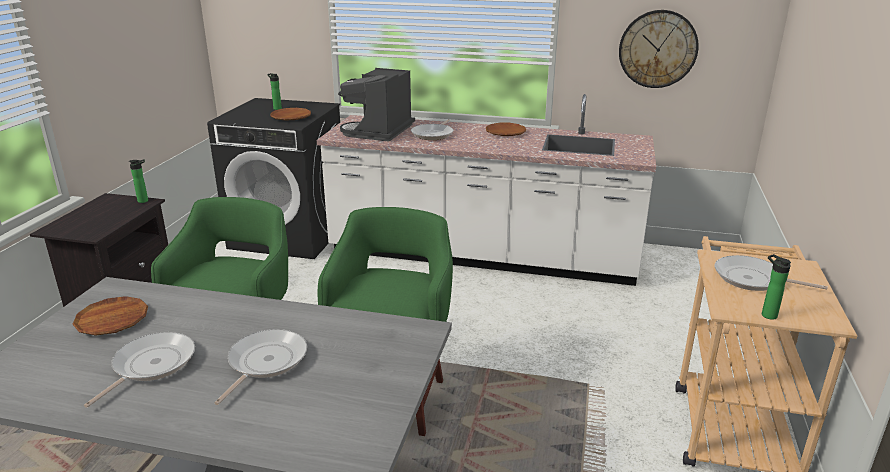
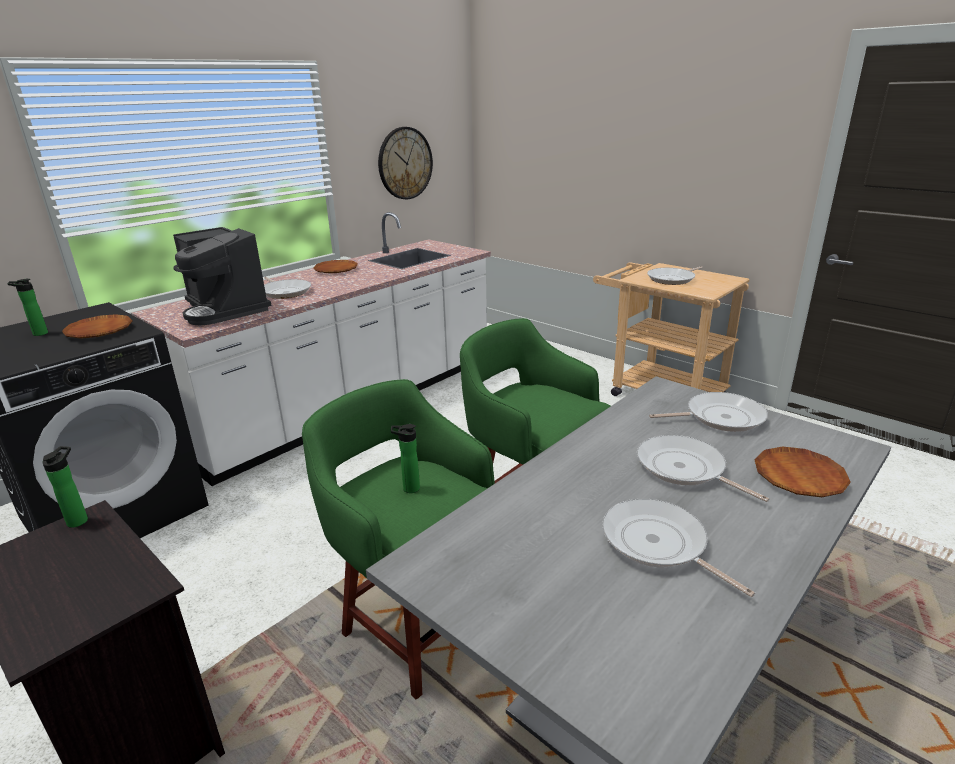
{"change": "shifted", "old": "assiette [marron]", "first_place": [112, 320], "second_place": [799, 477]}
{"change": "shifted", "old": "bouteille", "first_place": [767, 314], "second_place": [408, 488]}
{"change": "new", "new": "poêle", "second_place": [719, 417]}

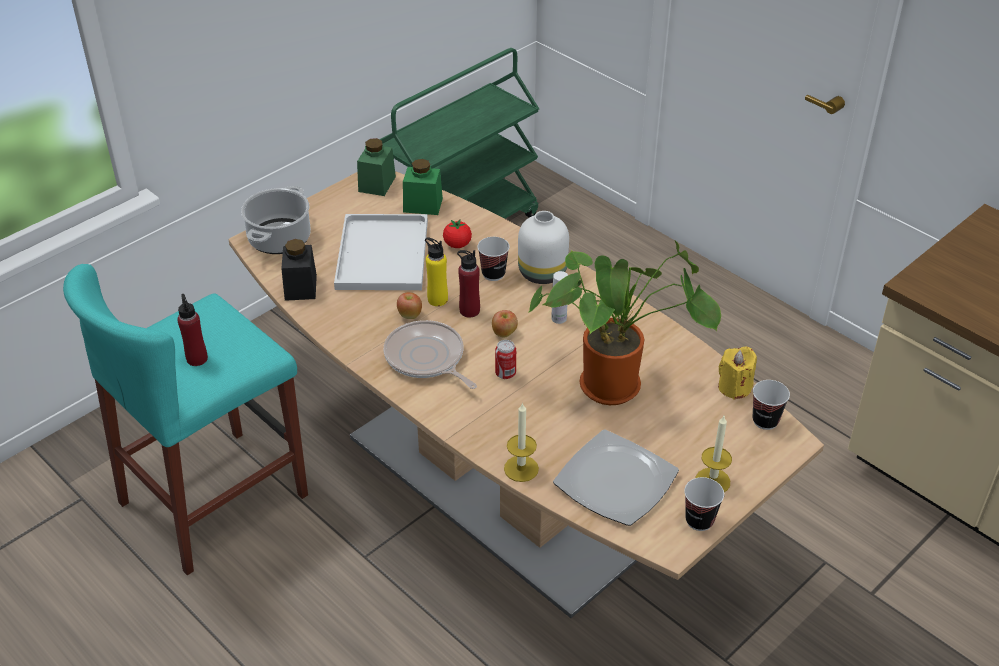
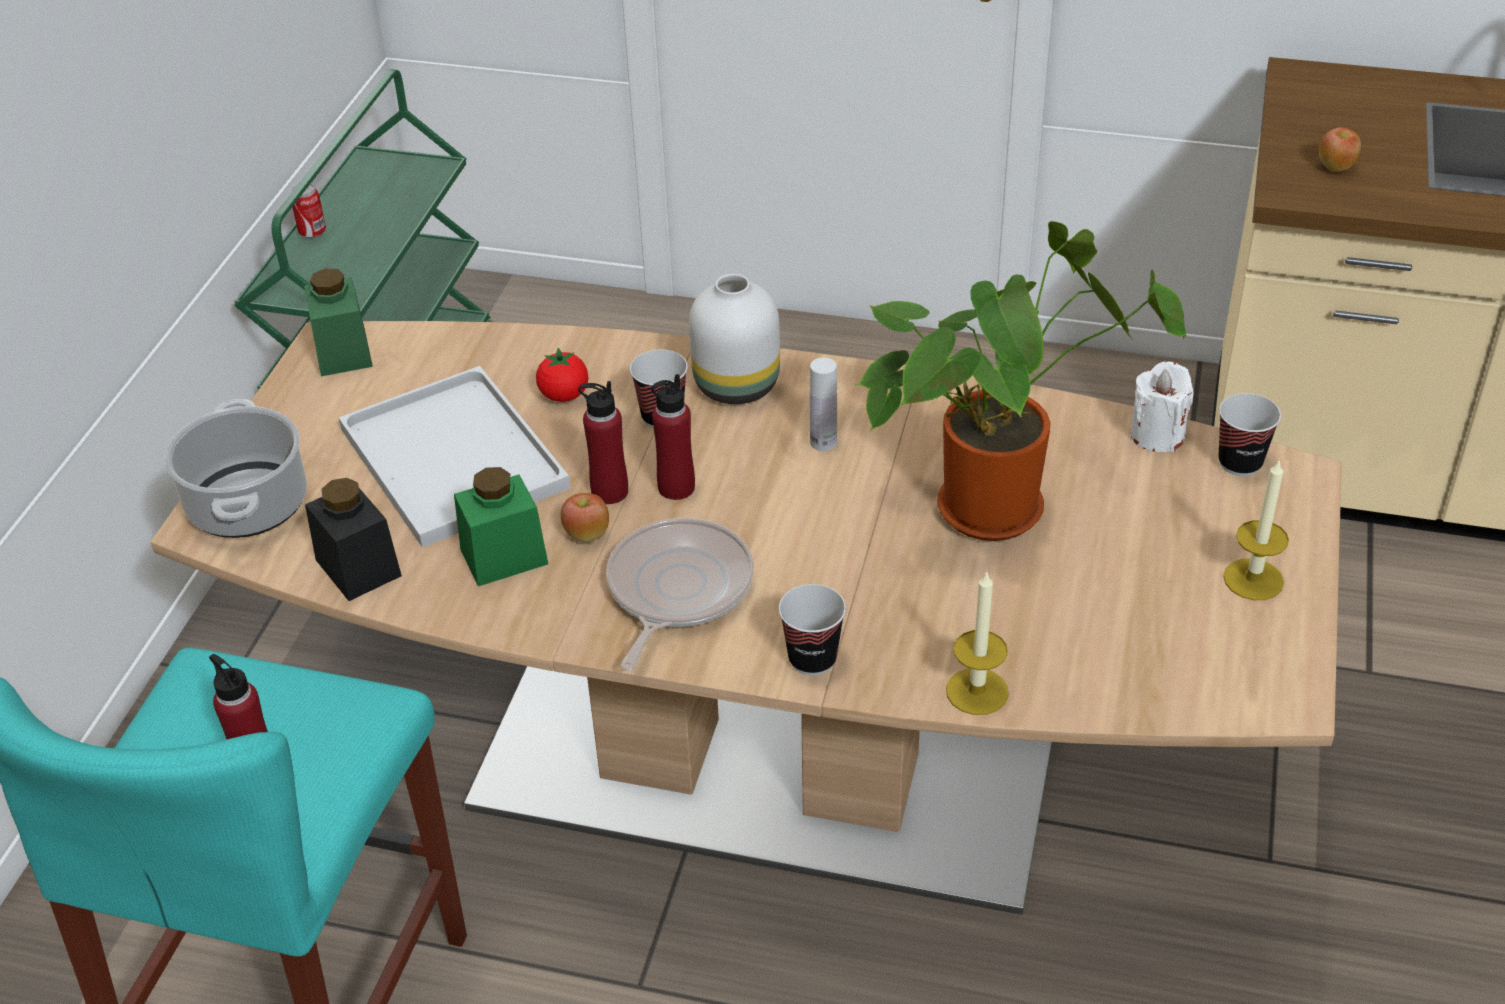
{"change": "rotated", "old": "poêle", "first_place": [426, 358], "second_place": [676, 590], "degrees": 90}
{"change": "shifted", "old": "bocal [vert]", "first_place": [423, 205], "second_place": [504, 557]}
{"change": "repainted", "old": "bouteille [jaune]", "new": "bouteille [rouge]", "first_place": [437, 299], "second_place": [609, 492]}
{"change": "shifted", "old": "pomme", "first_place": [504, 333], "second_place": [1336, 167]}
{"change": "shifted", "old": "boîte métallique", "first_place": [505, 374], "second_place": [312, 232]}
{"change": "gone", "old": "assiette", "first_place": [615, 480]}
{"change": "shifted", "old": "tasse", "first_place": [699, 520], "second_place": [812, 659]}
{"change": "repainted", "old": "bougie [jaune]", "new": "bougie [blanc]", "first_place": [734, 387], "second_place": [1157, 435]}

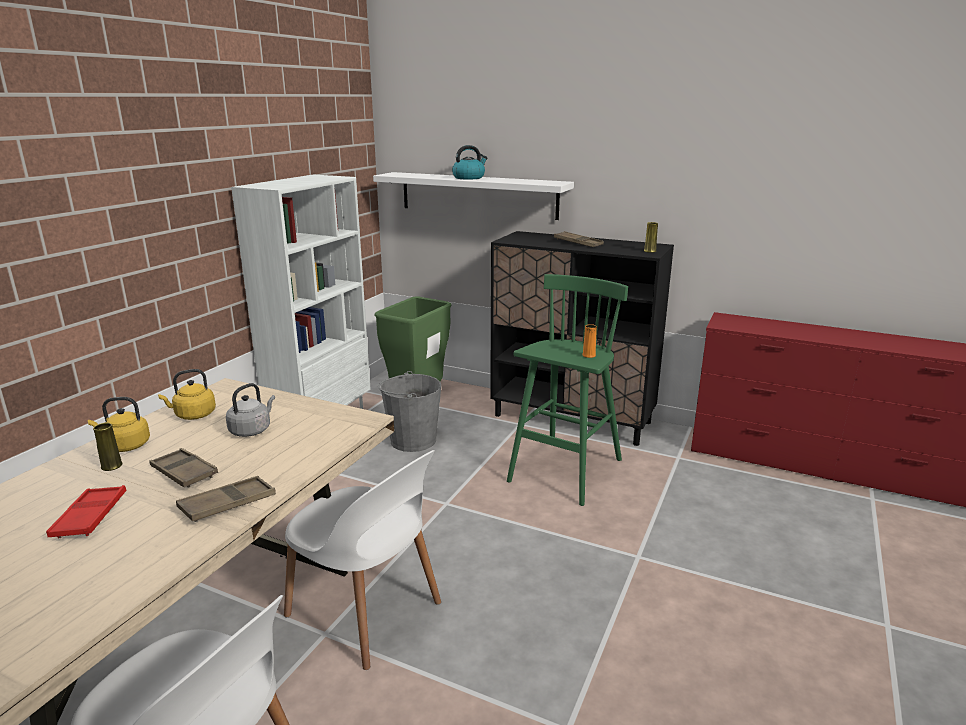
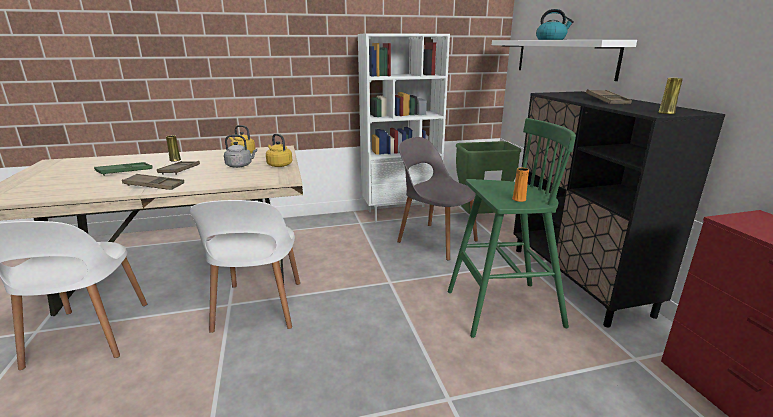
{"change": "repainted", "old": "plateau [rouge]", "new": "plateau [vert]", "first_place": [90, 516], "second_place": [125, 172]}
{"change": "shifted", "old": "bouilloire [jaune]", "first_place": [125, 446], "second_place": [279, 165]}
{"change": "swapped", "old": "seau [gris]", "new": "chaise [gris]", "first_place": [412, 440], "second_place": [435, 240]}

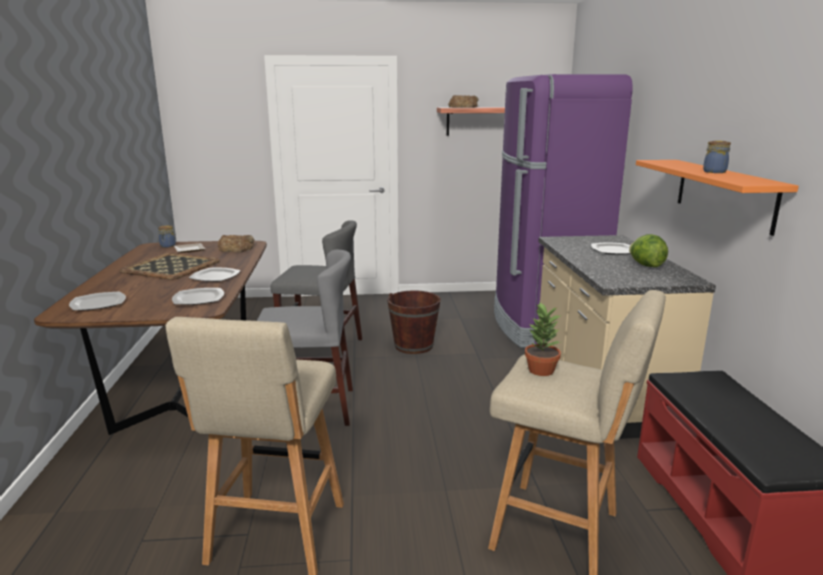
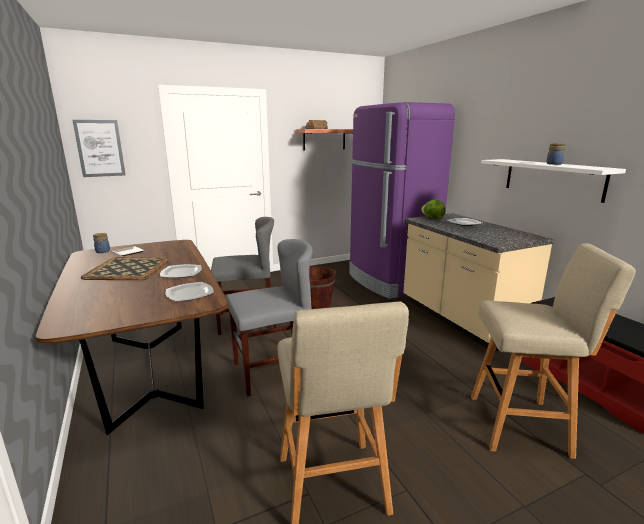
{"change": "gone", "old": "assiette", "first_place": [97, 303]}
{"change": "gone", "old": "pain", "first_place": [236, 248]}
{"change": "gone", "old": "plante en pot", "first_place": [540, 370]}
{"change": "shifted", "old": "laitue", "first_place": [646, 265], "second_place": [432, 218]}
{"change": "repainted", "old": "étagère [orange]", "new": "étagère [blanc]", "first_place": [724, 194], "second_place": [552, 179]}
{"change": "new", "new": "tableau", "second_place": [100, 148]}

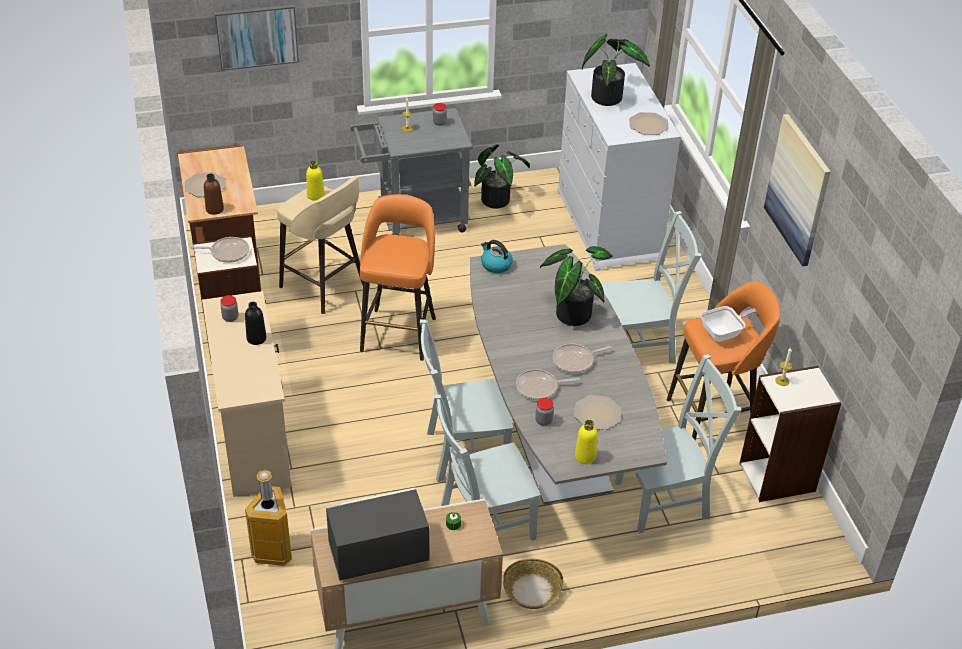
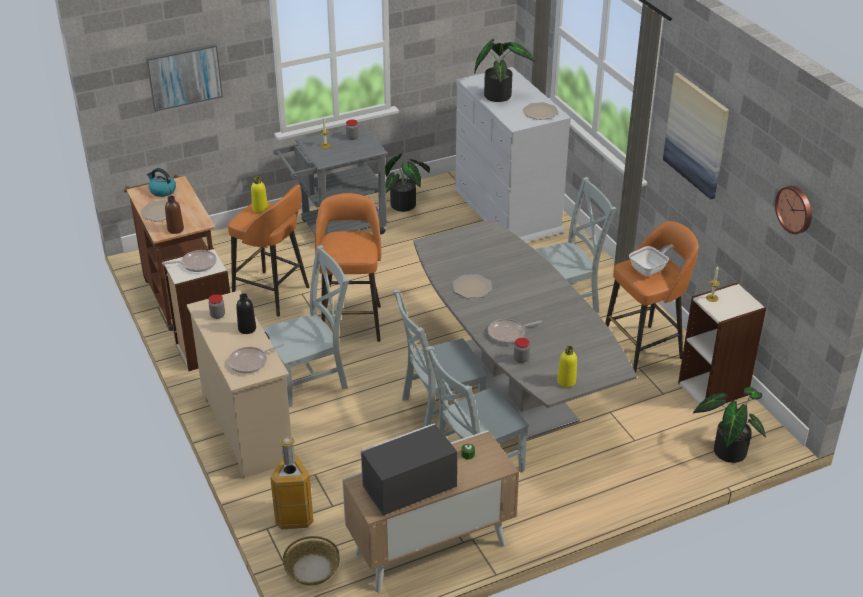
{"change": "repainted", "old": "tabouret [beige]", "new": "tabouret [orange]", "first_place": [324, 287], "second_place": [273, 294]}
{"change": "shifted", "old": "bouilloire", "first_place": [495, 265], "second_place": [162, 191]}
{"change": "shifted", "old": "panier", "first_place": [532, 590], "second_place": [312, 568]}
{"change": "shifted", "old": "plante en pot", "first_place": [572, 312], "second_place": [727, 449]}
{"change": "shifted", "old": "poêle", "first_place": [575, 361], "second_place": [250, 362]}
{"change": "shifted", "old": "assiette", "first_place": [597, 413], "second_place": [472, 287]}
{"change": "shifted", "old": "chaise [gris]", "first_place": [666, 499], "second_place": [310, 379]}
{"change": "new", "new": "horloge murale", "second_place": [795, 209]}

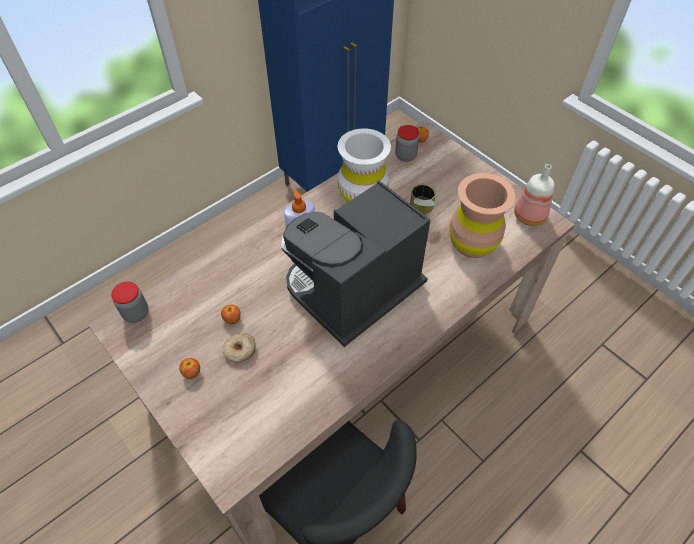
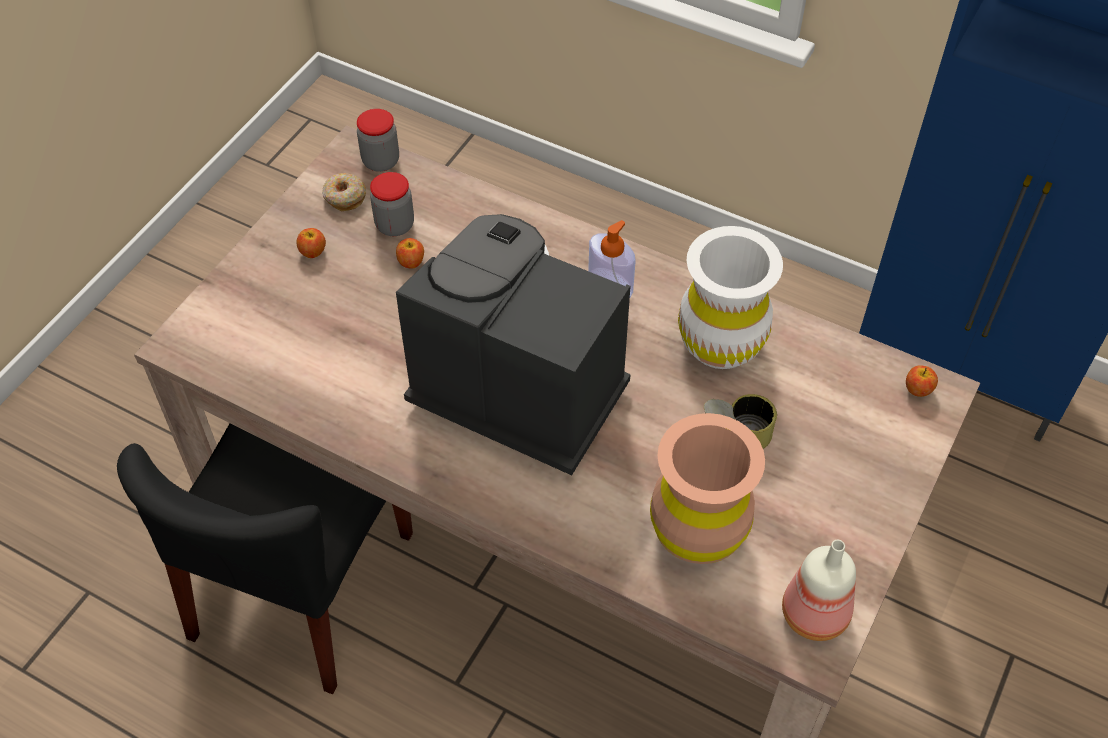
{"change": "shifted", "old": "beignet", "first_place": [240, 351], "second_place": [344, 197]}
{"change": "shifted", "old": "bocal", "first_place": [405, 156], "second_place": [395, 225]}

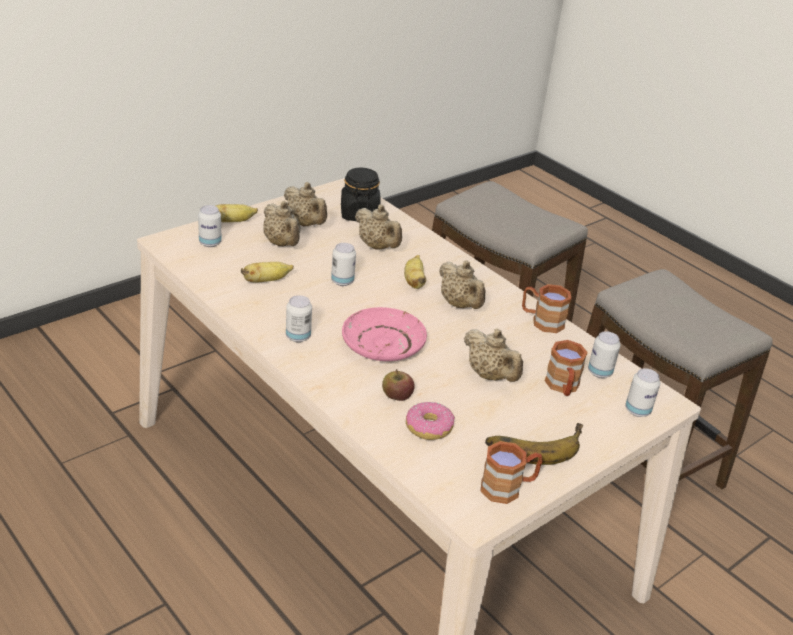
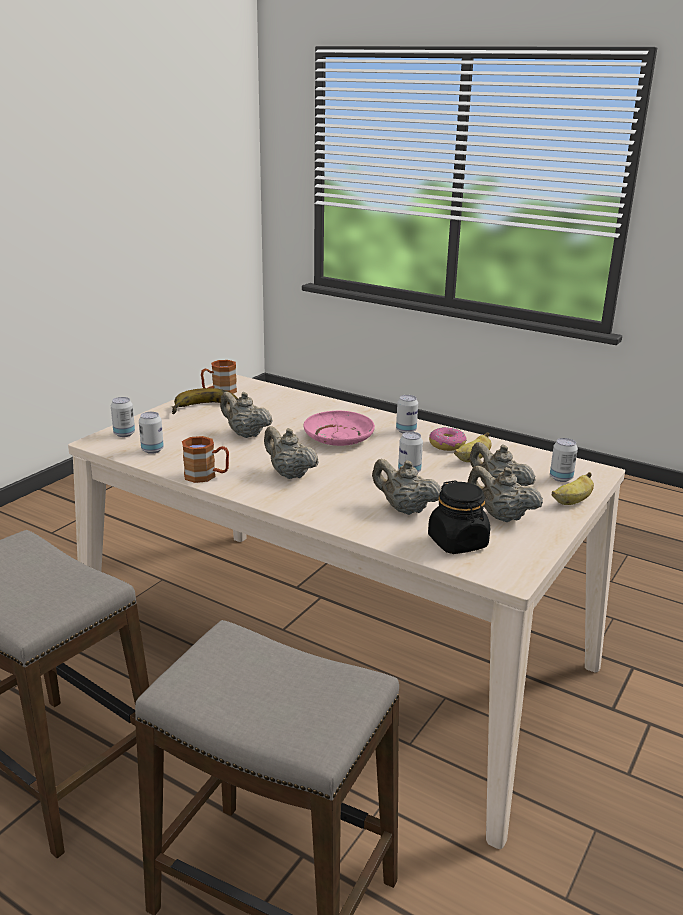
{"change": "gone", "old": "pomme", "first_place": [396, 396]}
{"change": "gone", "old": "banane", "first_place": [414, 282]}
{"change": "shifted", "old": "beignet", "first_place": [429, 427], "second_place": [447, 445]}
{"change": "gone", "old": "mug [marron]", "first_place": [563, 387]}

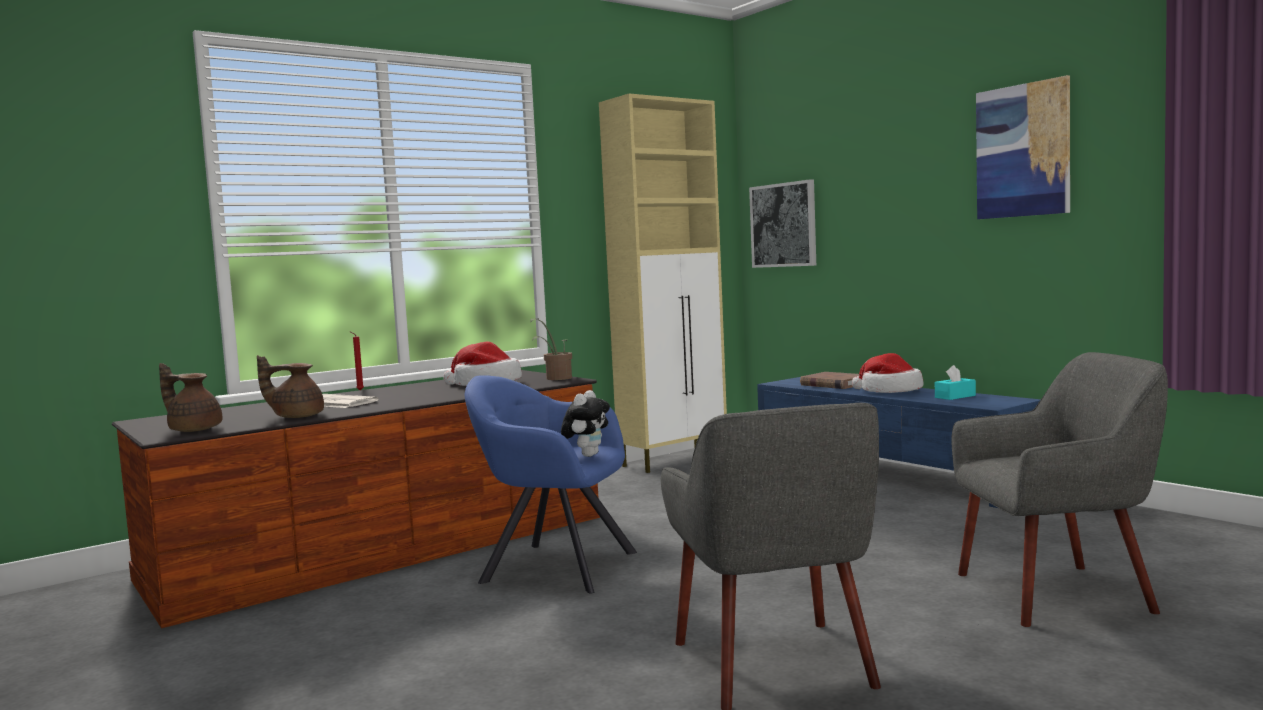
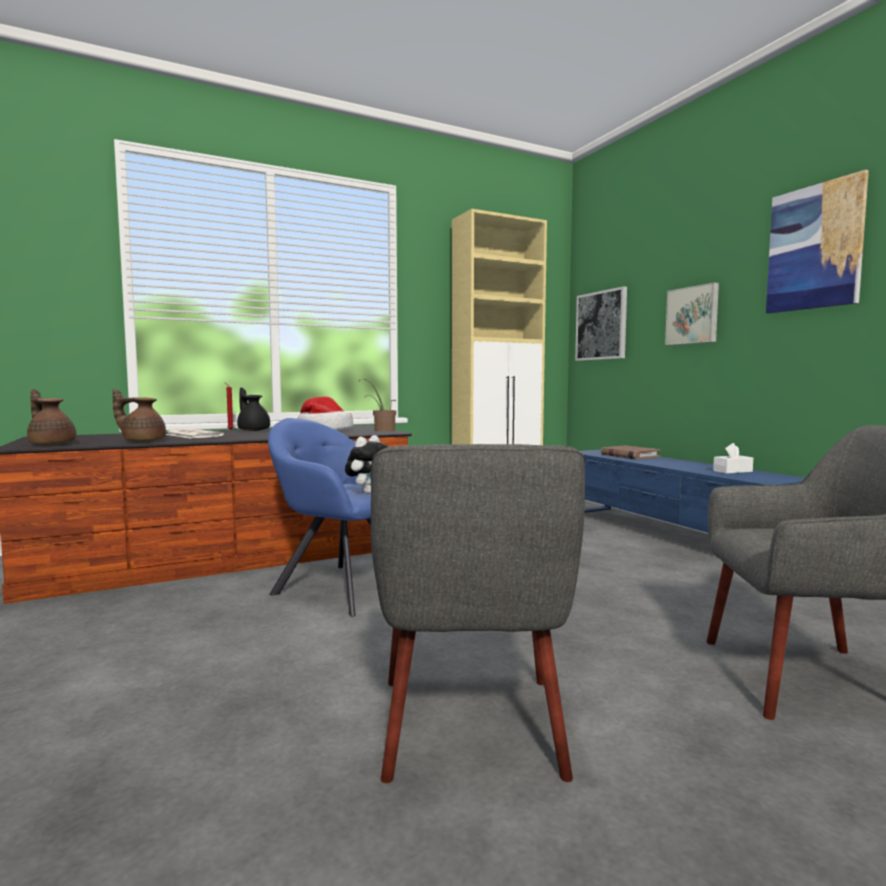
{"change": "gone", "old": "chapeau", "first_place": [889, 391]}
{"change": "repainted", "old": "boîte à mouchoirs [turquoise]", "new": "boîte à mouchoirs [blanc]", "first_place": [955, 396], "second_place": [732, 471]}
{"change": "new", "new": "théière [noir]", "second_place": [253, 430]}
{"change": "new", "new": "tableau", "second_place": [693, 315]}

